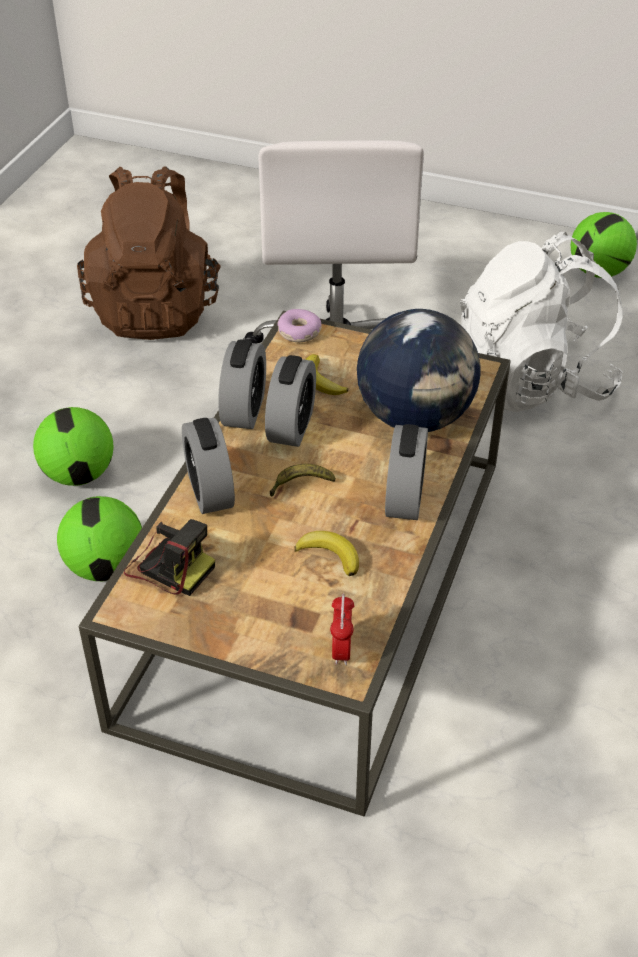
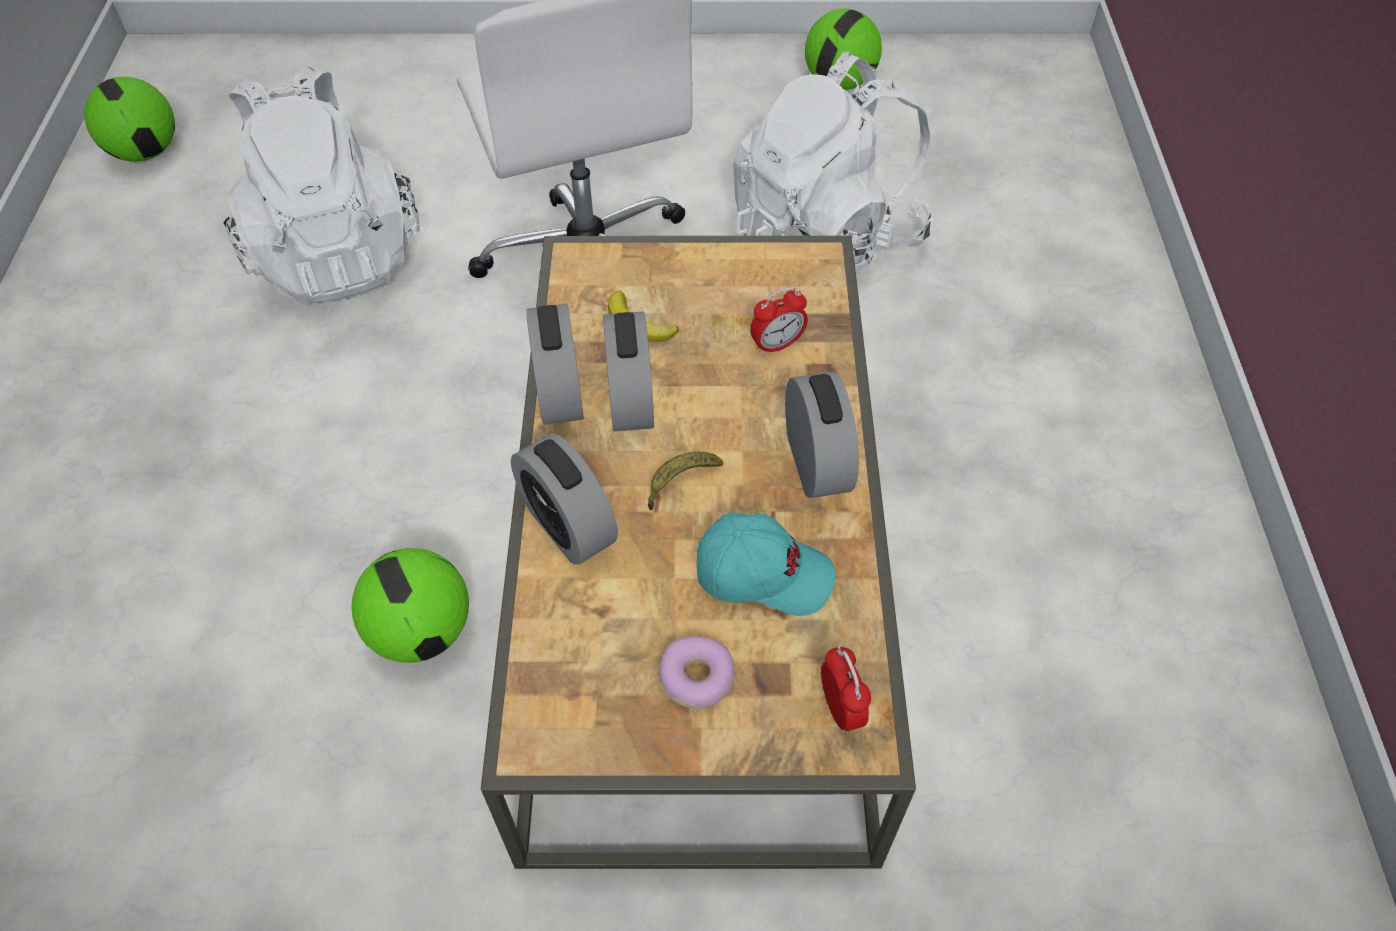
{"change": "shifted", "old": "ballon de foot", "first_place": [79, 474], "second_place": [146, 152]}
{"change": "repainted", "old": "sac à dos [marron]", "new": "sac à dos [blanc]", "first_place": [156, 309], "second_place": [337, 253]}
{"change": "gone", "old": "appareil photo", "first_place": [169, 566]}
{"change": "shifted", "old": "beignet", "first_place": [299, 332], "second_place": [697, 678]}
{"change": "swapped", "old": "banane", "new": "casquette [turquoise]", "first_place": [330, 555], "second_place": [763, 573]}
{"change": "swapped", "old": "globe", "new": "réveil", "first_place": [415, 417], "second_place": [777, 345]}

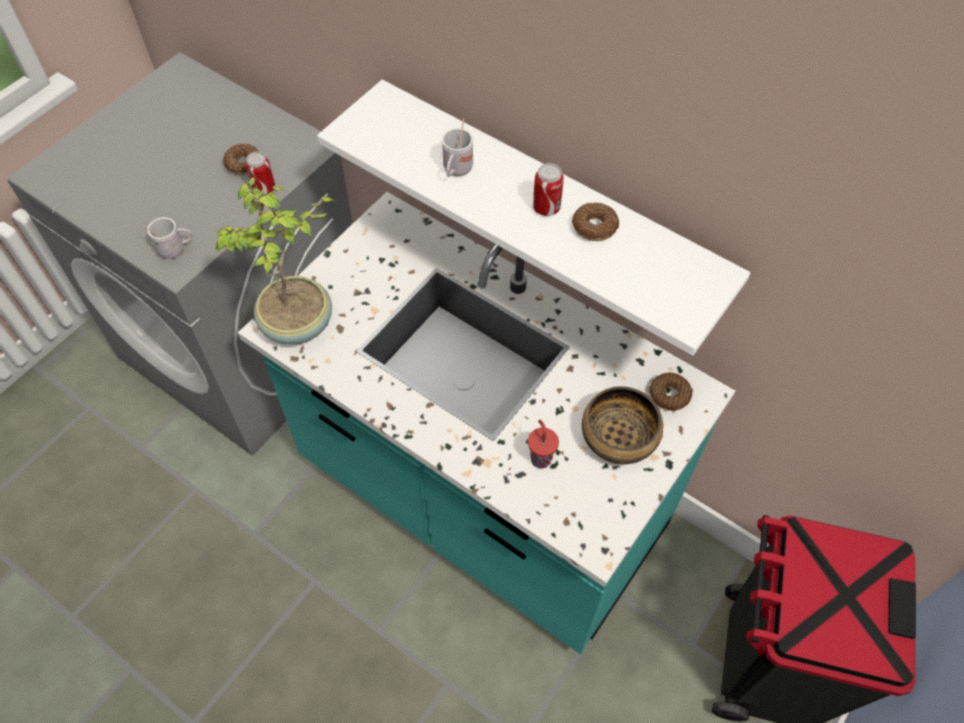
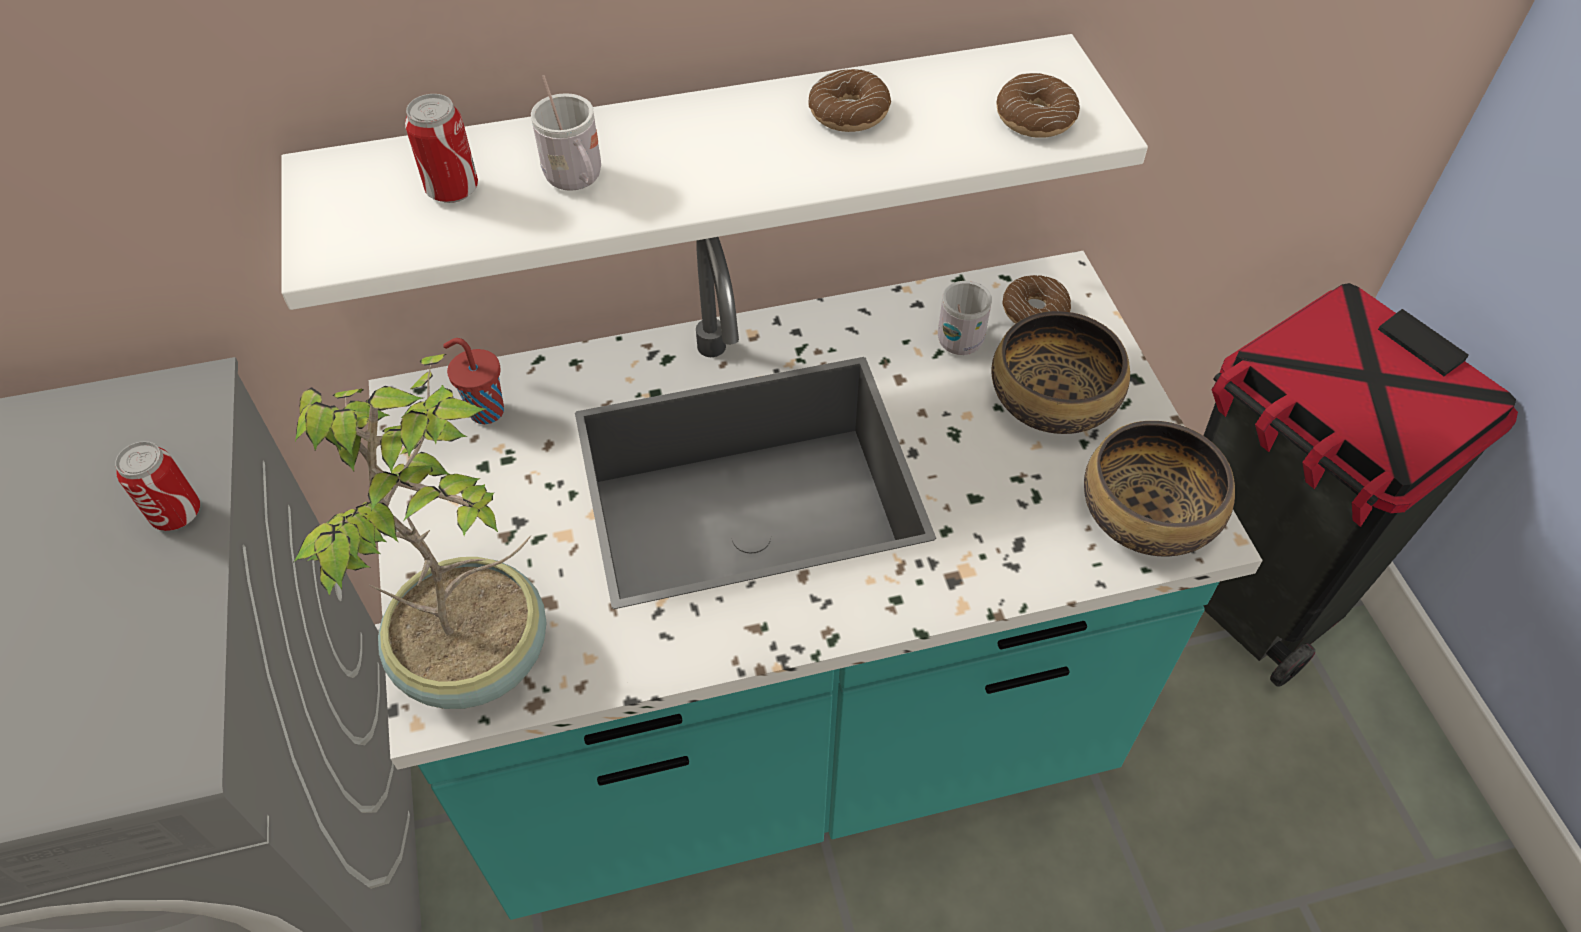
{"change": "shifted", "old": "mug [blanc]", "first_place": [176, 250], "second_place": [962, 336]}
{"change": "shifted", "old": "beignet", "first_place": [243, 163], "second_place": [1035, 118]}
{"change": "shifted", "old": "tasse [rouge]", "first_place": [540, 457], "second_place": [484, 411]}
{"change": "shifted", "old": "boîte métallique", "first_place": [546, 208], "second_place": [452, 190]}
{"change": "new", "new": "bol", "second_place": [1146, 516]}

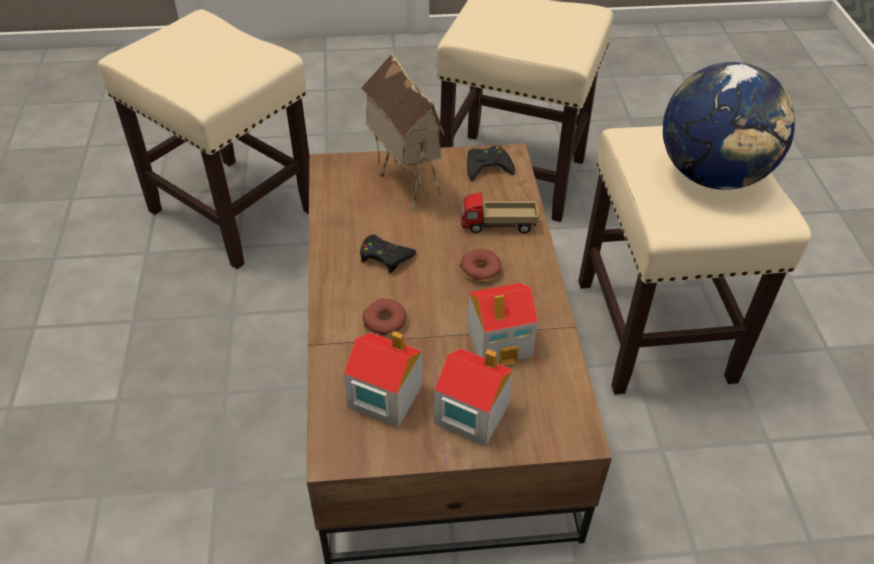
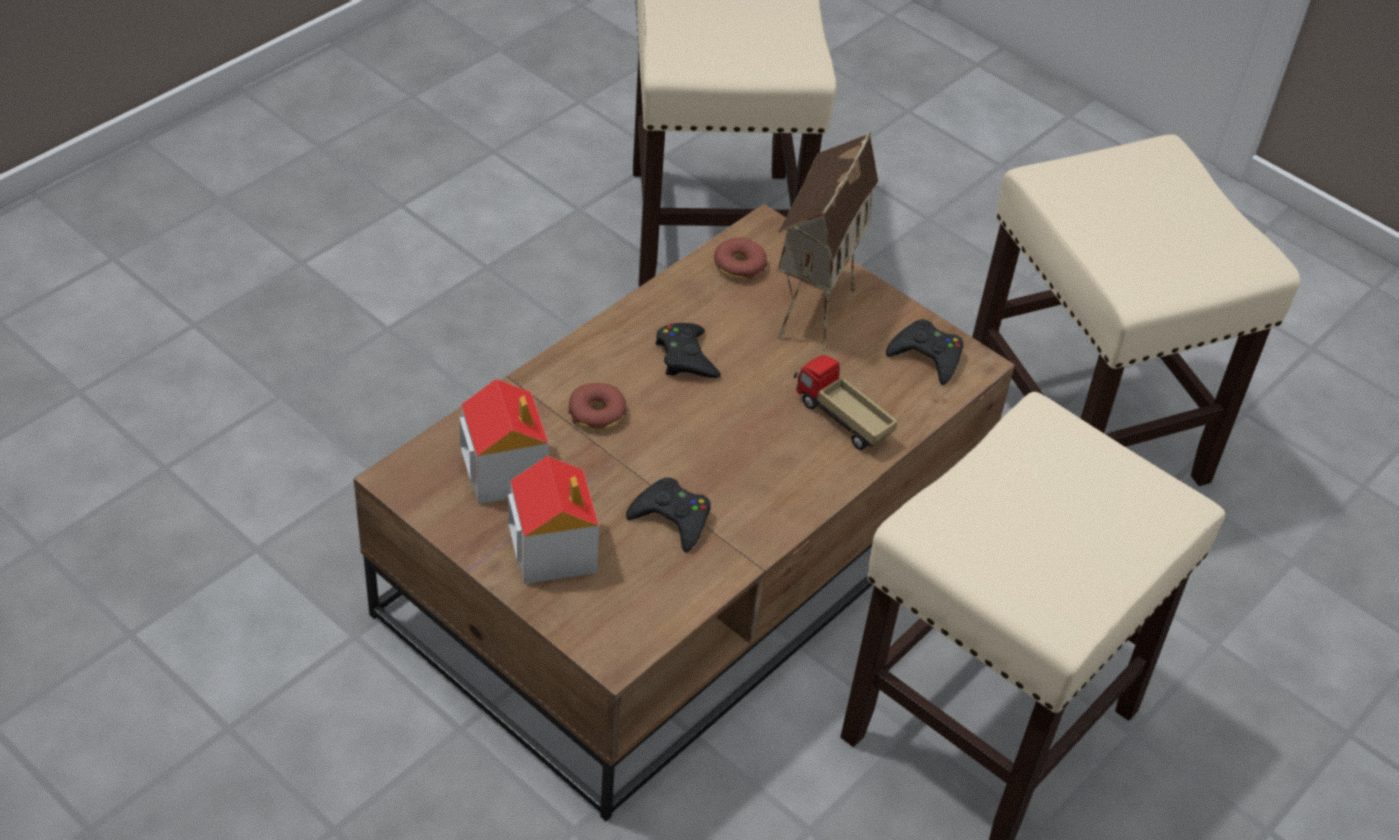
{"change": "shifted", "old": "beignet", "first_place": [480, 270], "second_place": [739, 265]}
{"change": "swapped", "old": "maison miniature", "new": "manette [noir]", "first_place": [500, 341], "second_place": [672, 518]}
{"change": "gone", "old": "globe", "first_place": [712, 175]}

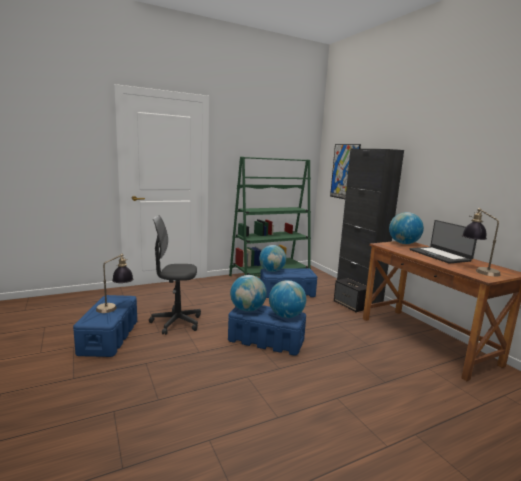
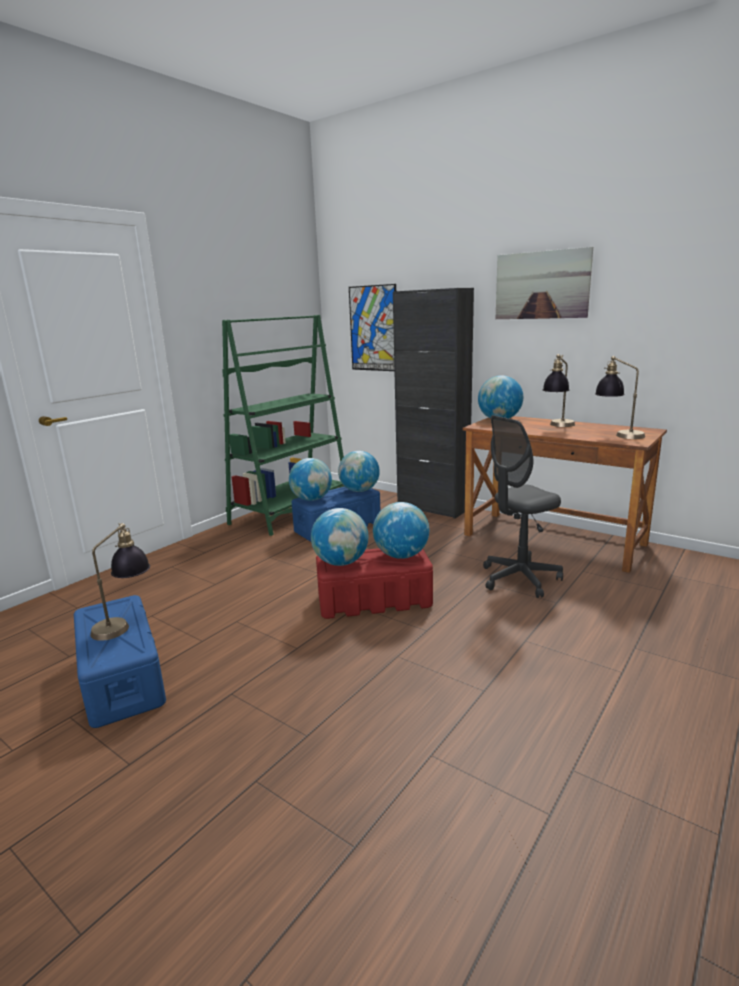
{"change": "shifted", "old": "chaise de bureau [gris]", "first_place": [176, 323], "second_place": [519, 579]}
{"change": "repainted", "old": "boîte de rangement [bleu]", "new": "boîte de rangement [rouge]", "first_place": [266, 340], "second_place": [375, 600]}
{"change": "gone", "old": "enceinte", "first_place": [350, 306]}
{"change": "swapped", "old": "ordinateur portable", "new": "lampe de table", "first_place": [440, 255], "second_place": [557, 426]}
{"change": "new", "new": "globe", "second_place": [359, 491]}
{"change": "new", "new": "tableau", "second_place": [541, 285]}

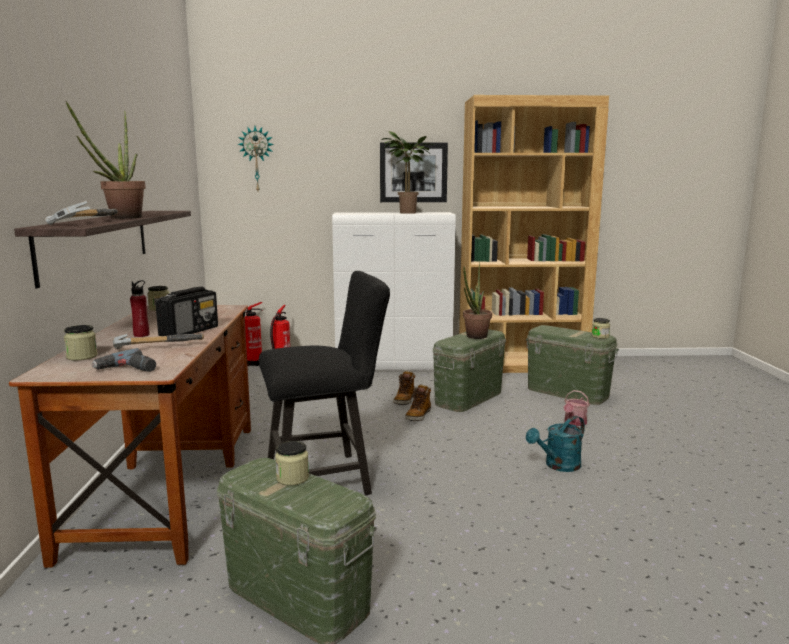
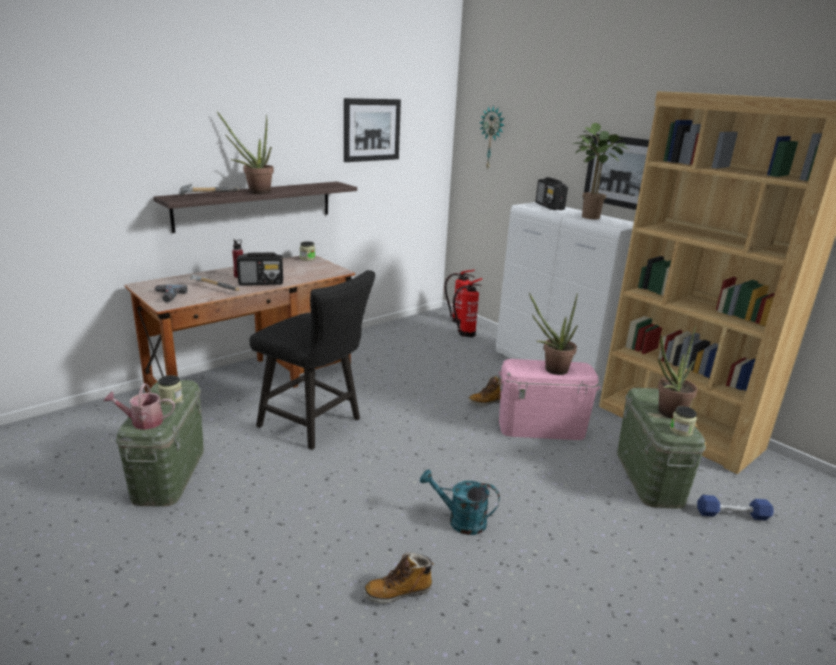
{"change": "gone", "old": "bocal", "first_place": [82, 356]}
{"change": "shifted", "old": "botte", "first_place": [418, 416], "second_place": [398, 592]}
{"change": "repainted", "old": "boîte de rangement [vert]", "new": "boîte de rangement [rose]", "first_place": [468, 398], "second_place": [541, 428]}
{"change": "shifted", "old": "arrosoir", "first_place": [574, 423], "second_place": [143, 422]}
{"change": "new", "new": "tableau", "second_place": [372, 130]}
{"change": "new", "new": "radio", "second_place": [549, 206]}
{"change": "new", "new": "plante en pot", "second_place": [667, 414]}
{"change": "new", "new": "haltère [bleu]", "second_place": [732, 514]}

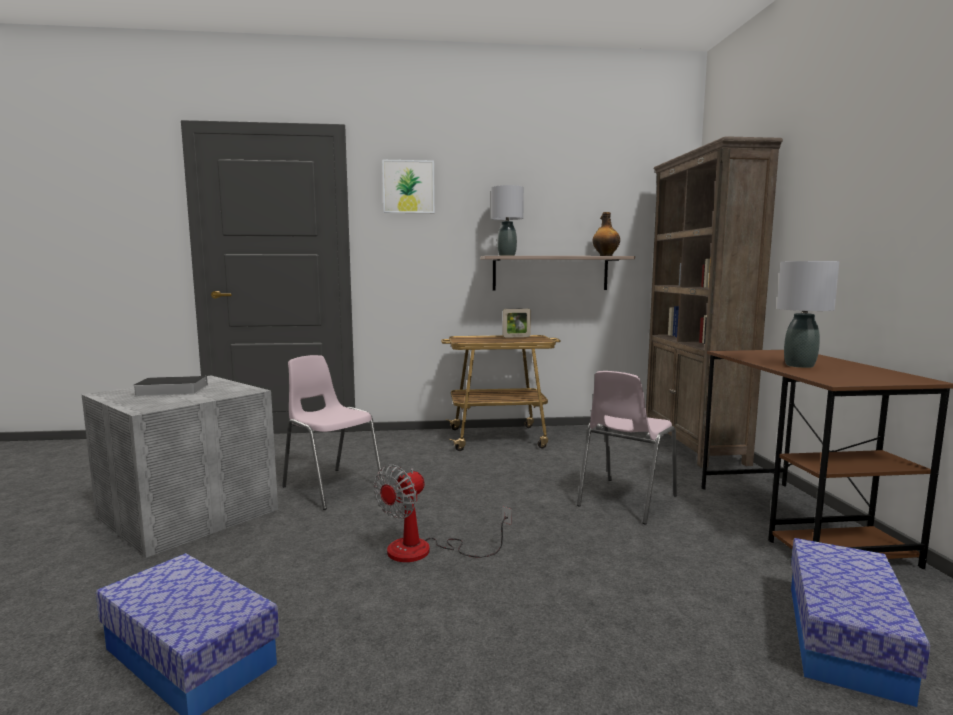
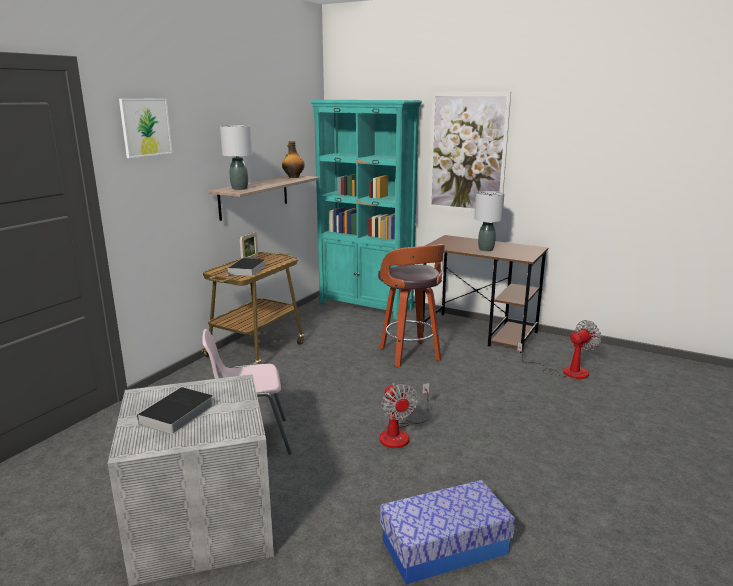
{"change": "swapped", "old": "chaise [rose]", "new": "tabouret", "first_place": [625, 501], "second_place": [410, 355]}
{"change": "repainted", "old": "bibliothèque [marron]", "new": "bibliothèque [turquoise]", "first_place": [693, 445], "second_place": [366, 306]}
{"change": "swapped", "old": "boîte de rangement", "new": "ventilateur", "first_place": [844, 639], "second_place": [565, 371]}
{"change": "new", "new": "livre", "second_place": [247, 270]}
{"change": "new", "new": "tableau", "second_place": [467, 153]}

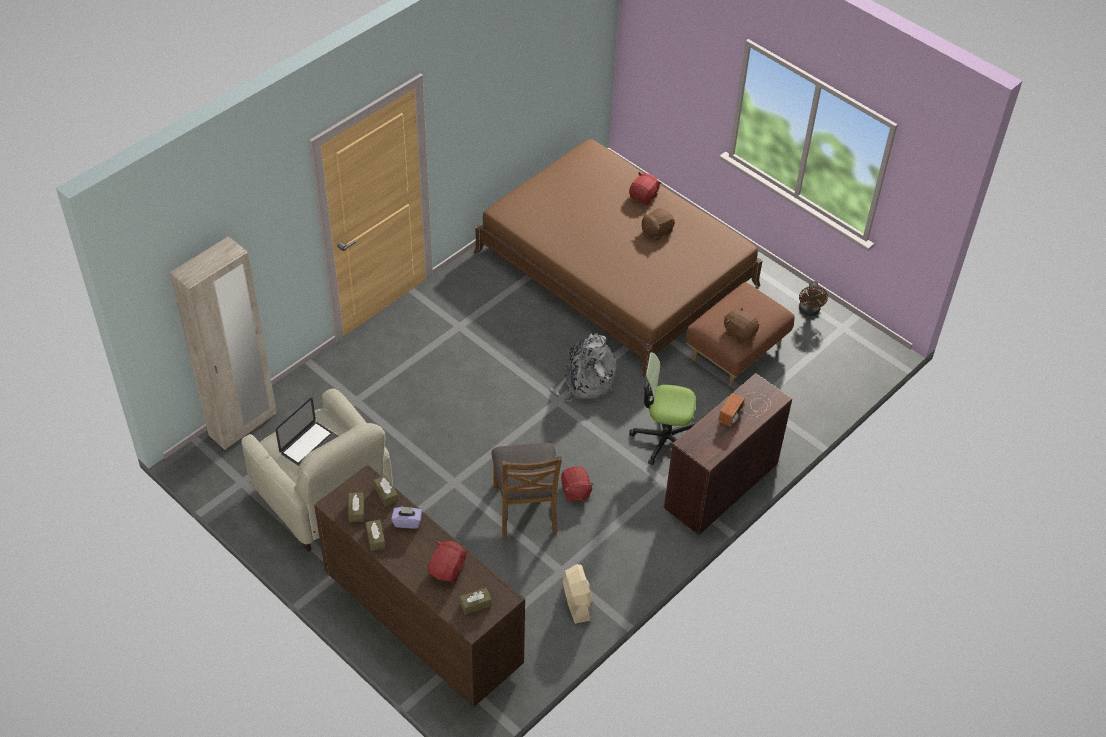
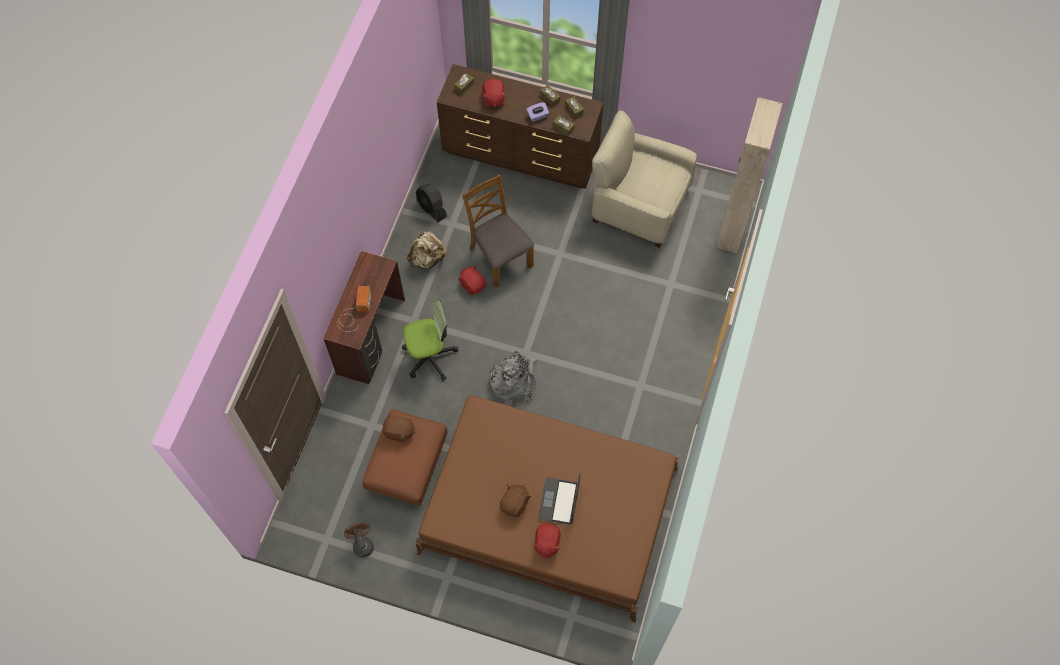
{"change": "shifted", "old": "ordinateur portable", "first_place": [311, 447], "second_place": [559, 501]}
{"change": "repainted", "old": "ventilateur [beige]", "new": "ventilateur [noir]", "first_place": [576, 601], "second_place": [431, 208]}
{"change": "new", "new": "sac à dos [beige]", "second_place": [428, 259]}

